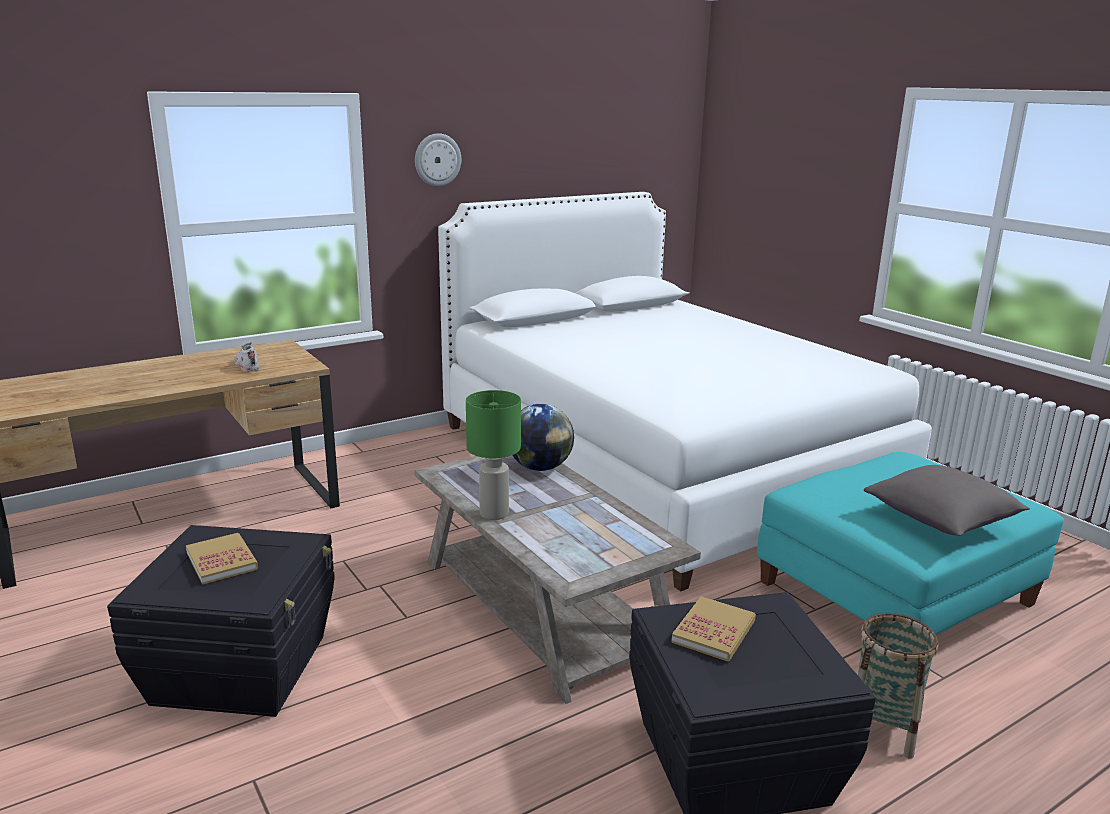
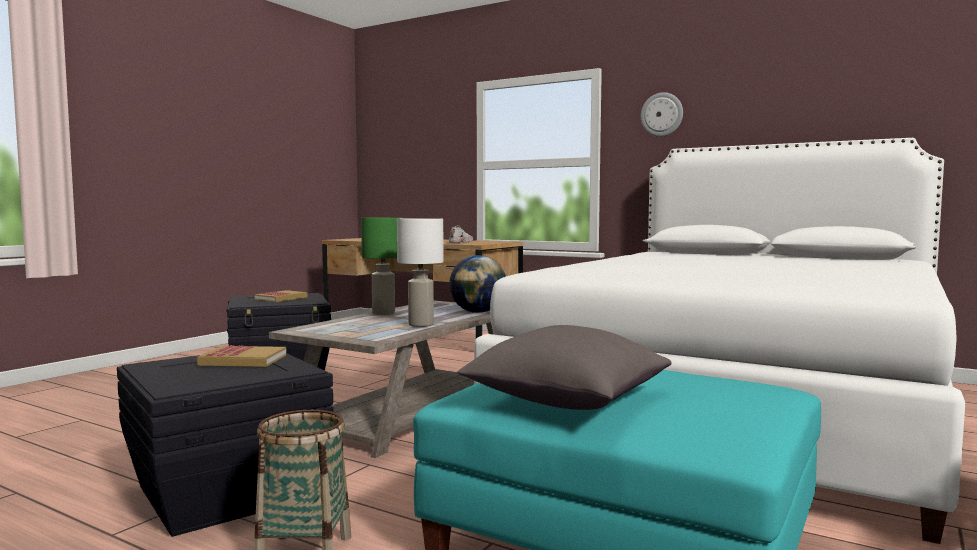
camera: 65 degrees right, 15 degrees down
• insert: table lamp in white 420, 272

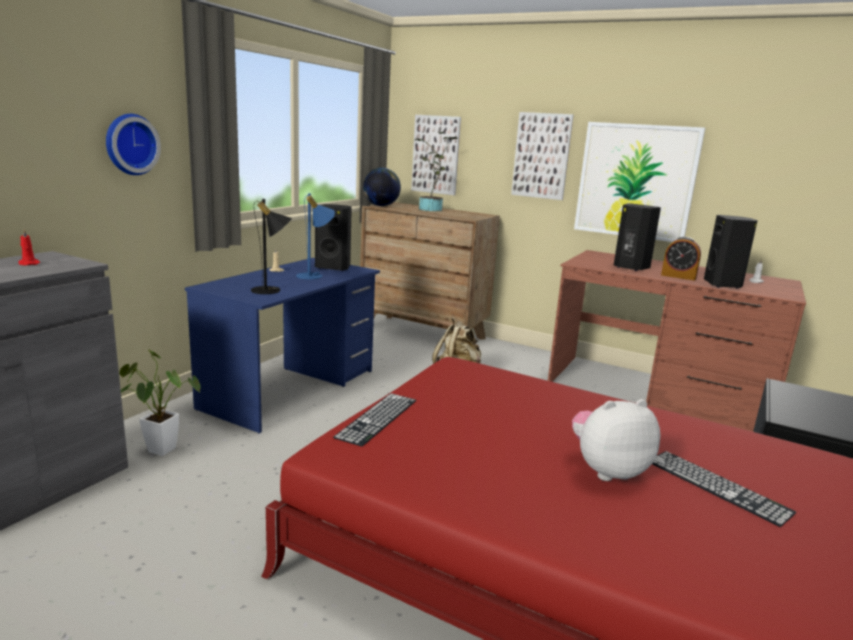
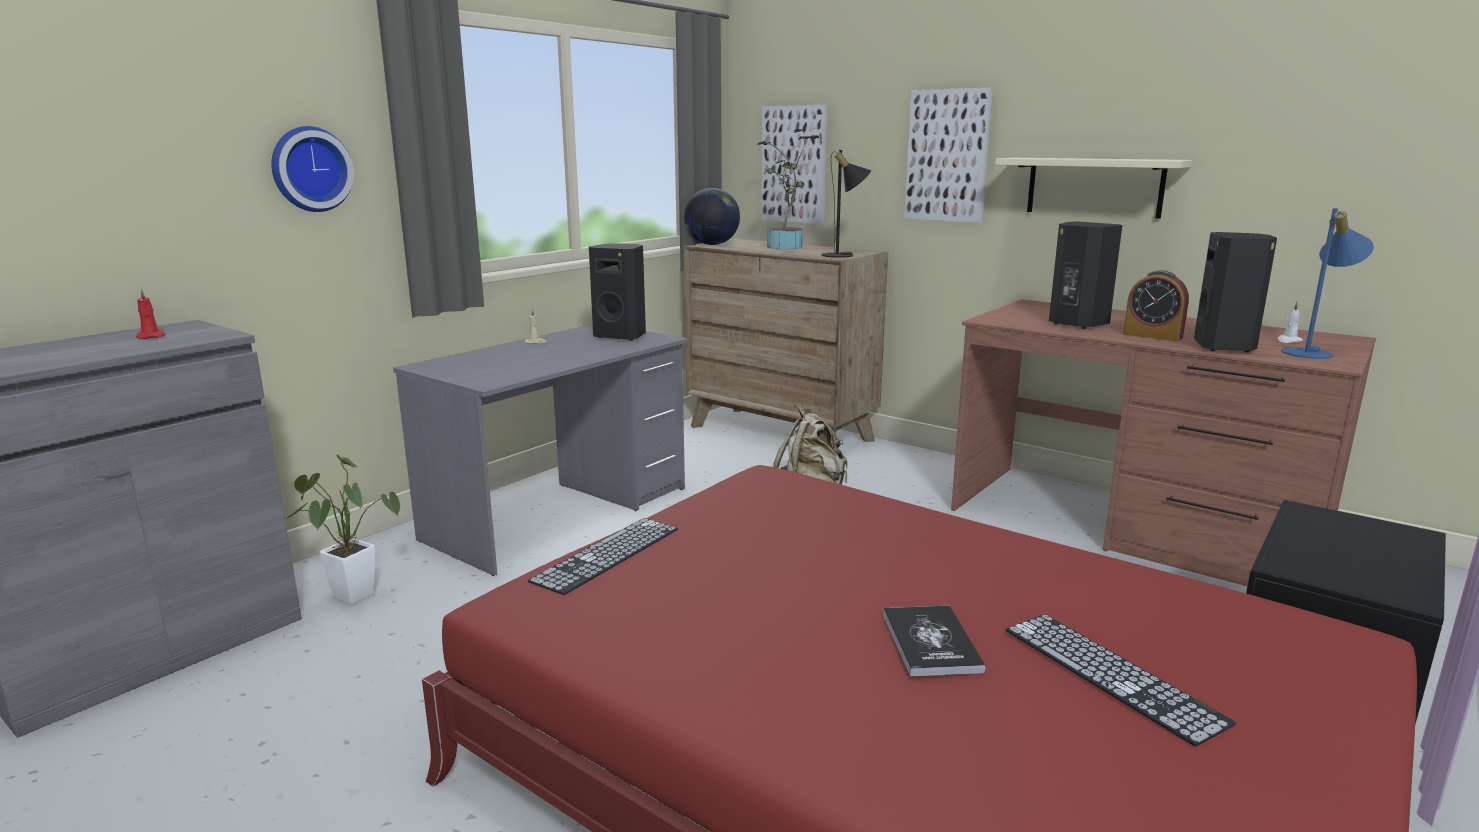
camera: 10 degrees right, 0 degrees up
• recolor: desk in blue 282, 345 to desk in grey 540, 450
• move: table lamp in black 271, 246 to 846, 204
• move: table lamp in blue 315, 236 to 1327, 283
• replace: plush toy 616, 440 to book 934, 641
• replace: picture 639, 182 to shelf in beige 1093, 188

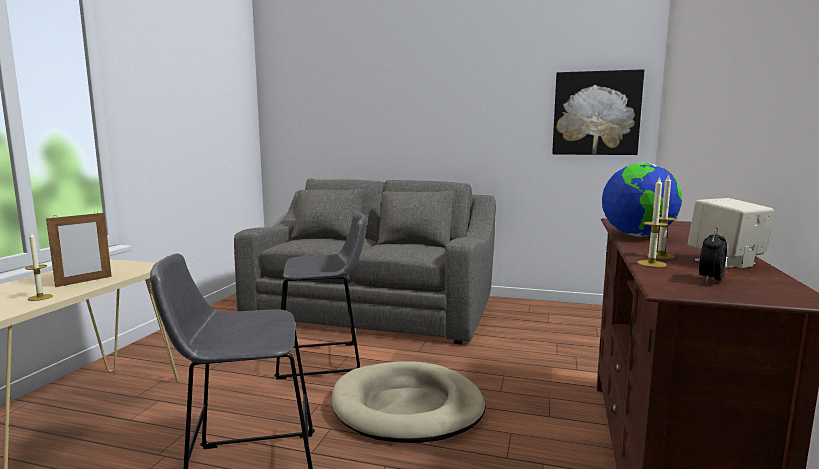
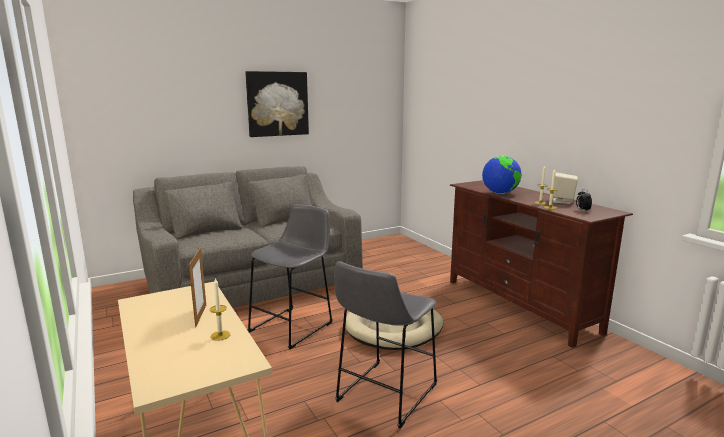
camera: 45 degrees left, 5 degrees up
• move: picture 598, 112 to 277, 104

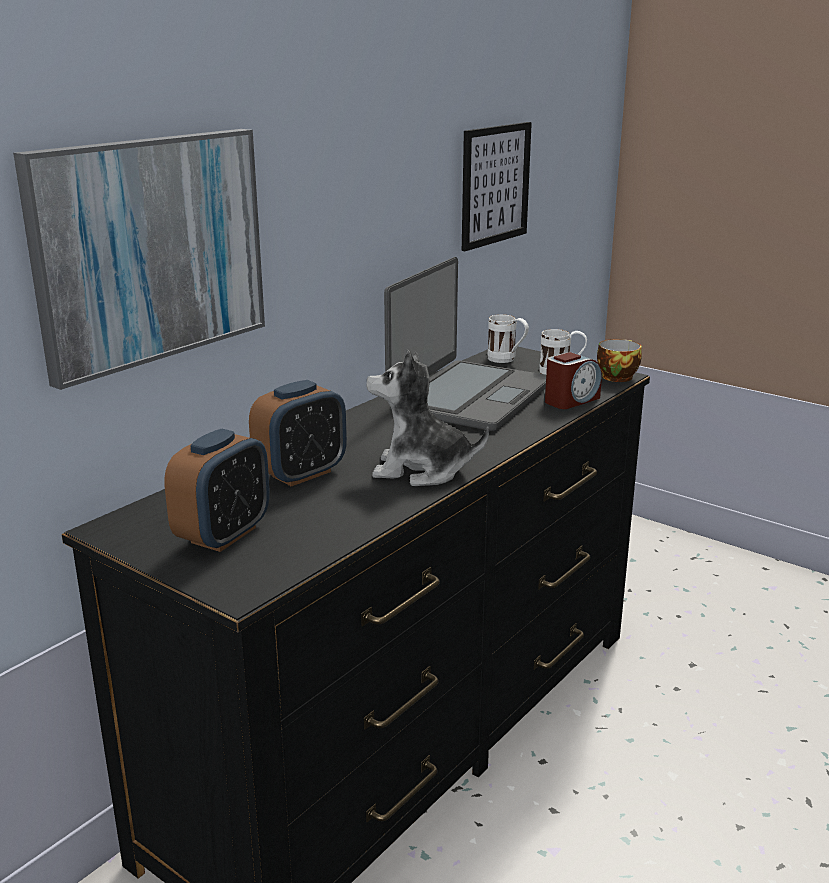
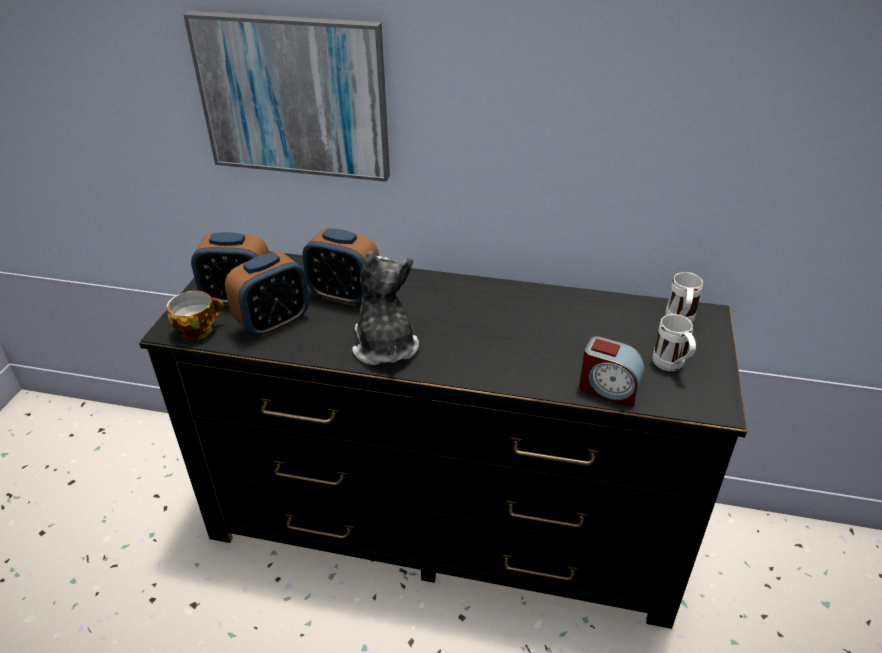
camera: 65 degrees right, 15 degrees up
• delete: laptop 465, 344
• delete: picture 497, 186
• move: cup 619, 360 to 195, 315
• insert: alarm clock 267, 294

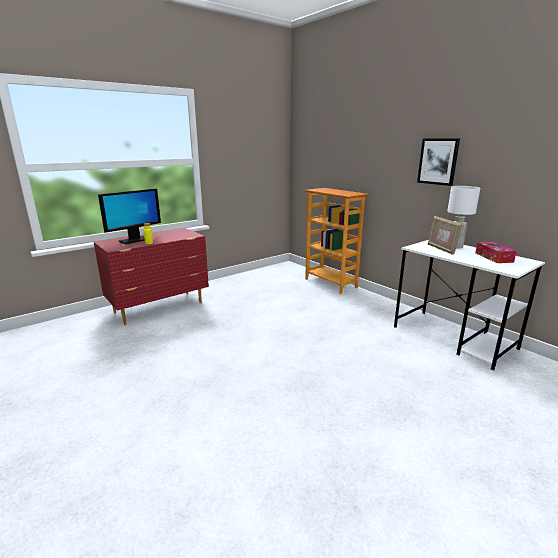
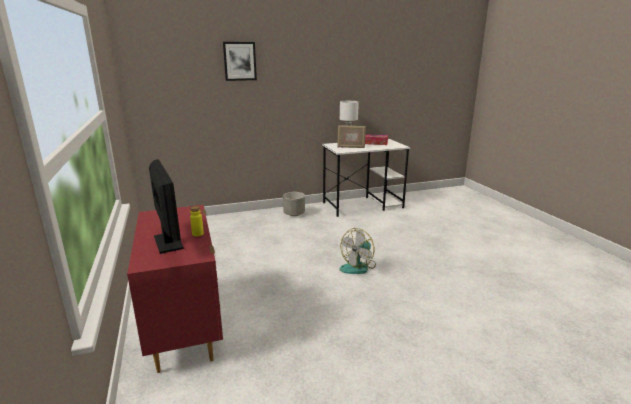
camera: 70 degrees left, 0 degrees up
• delete: bookcase 337, 241
• move: picture 438, 162 to 240, 61
• insert: planter in grey 294, 204
• insert: fan 358, 251

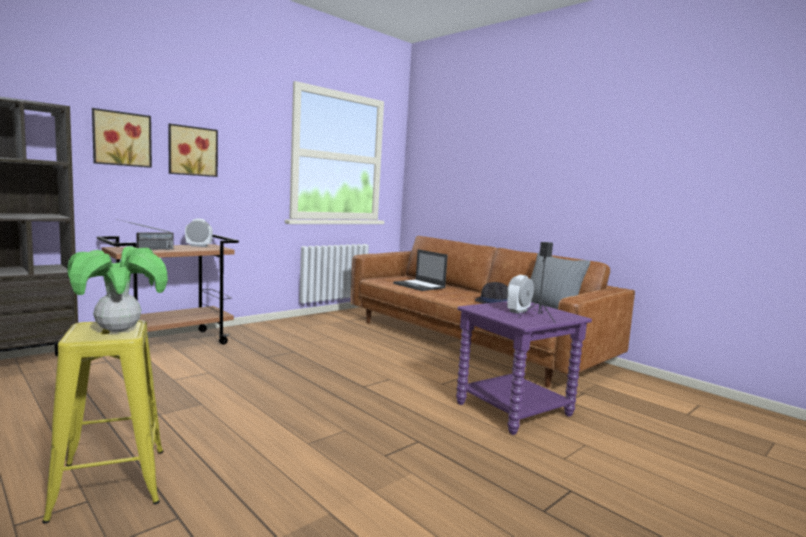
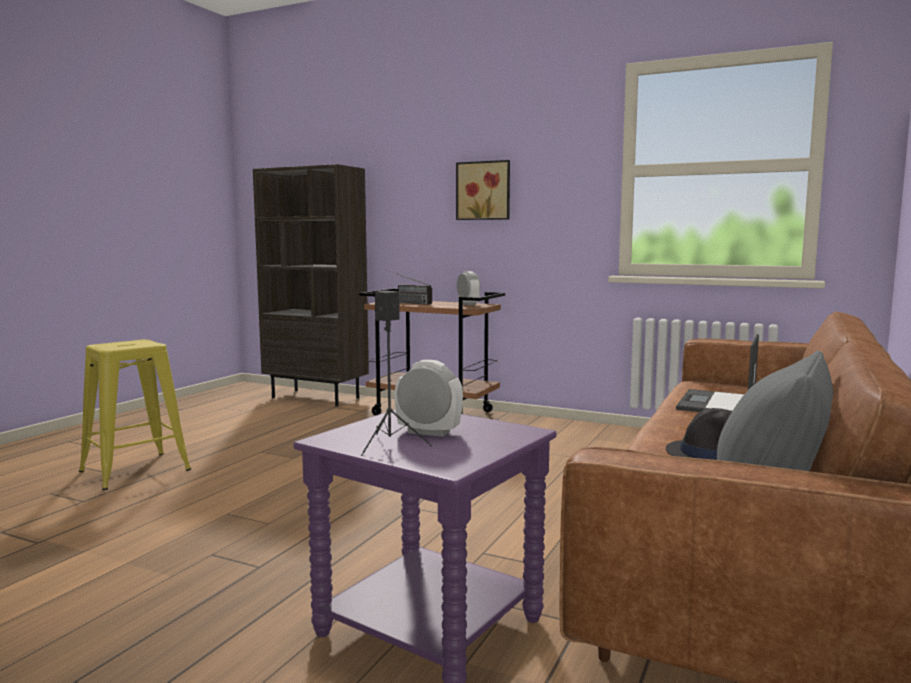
camera: 70 degrees right, 0 degrees up
• delete: potted plant 117, 289
• delete: picture 122, 138

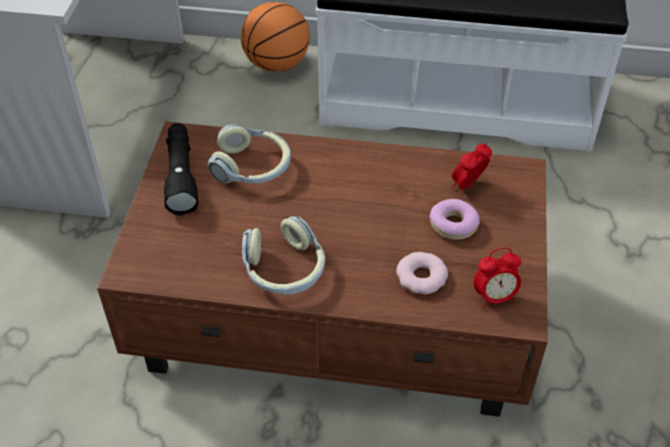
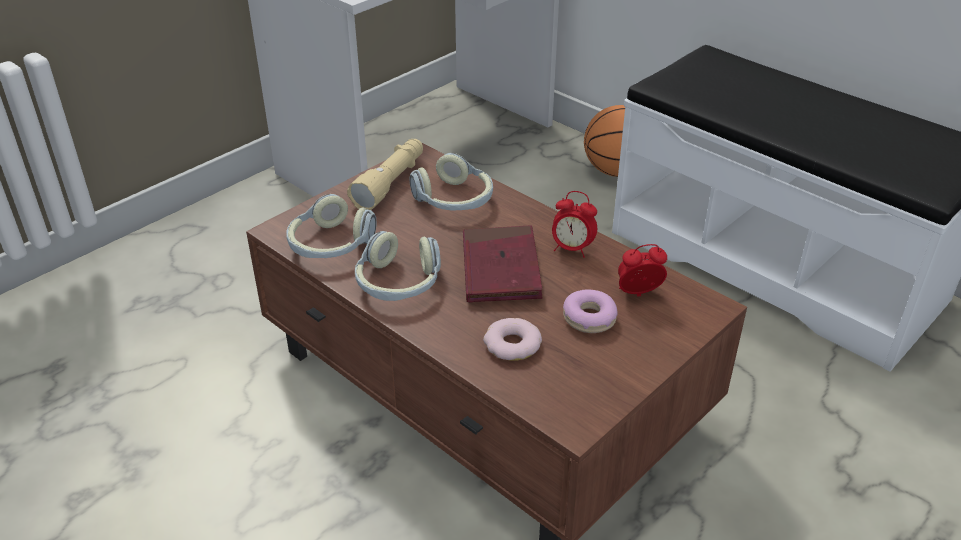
camera: 35 degrees right, 10 degrees down
• recolor: flashlight in black 181, 169 to flashlight in beige 385, 174
• move: alarm clock 497, 278 to 574, 224
• insert: headphones 331, 226
• insert: book in red 502, 264

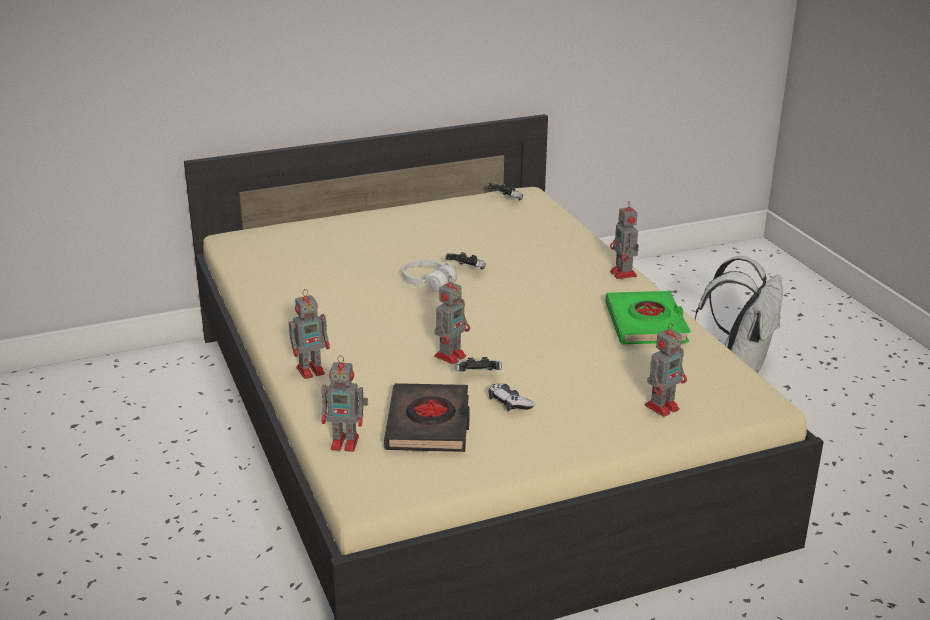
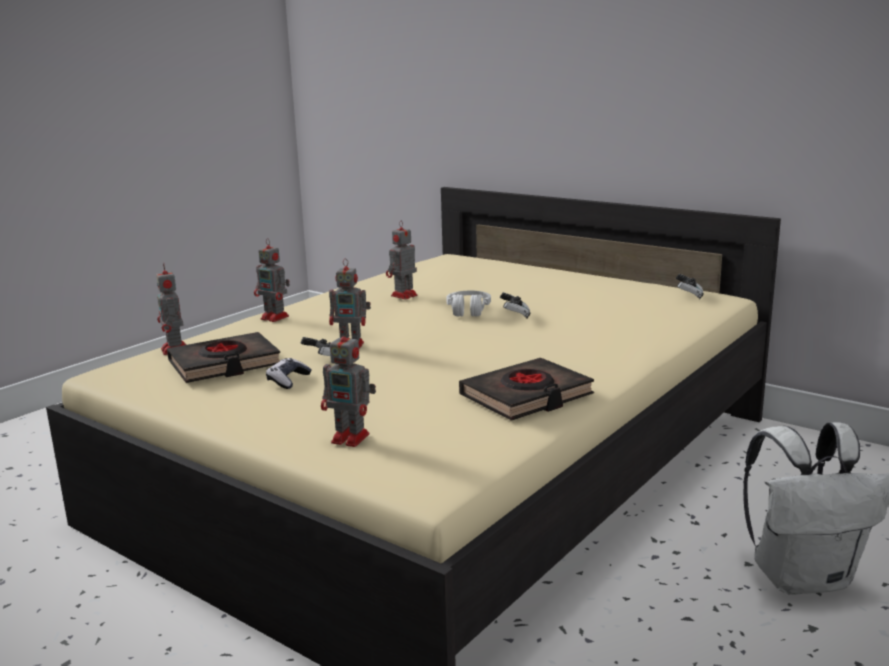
camera: 60 degrees right, 10 degrees down
• recolor: book in green 647, 317 to book in black 526, 389
• move: toy robot 624, 240 to 402, 260

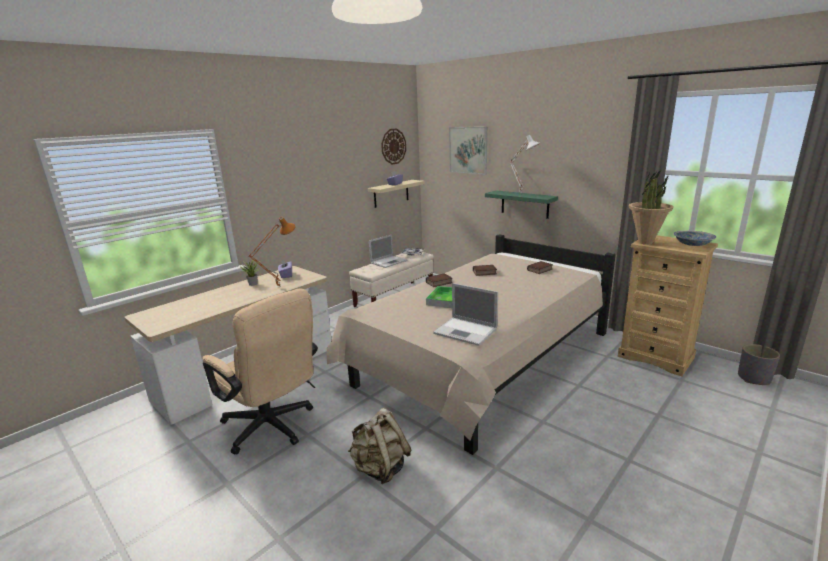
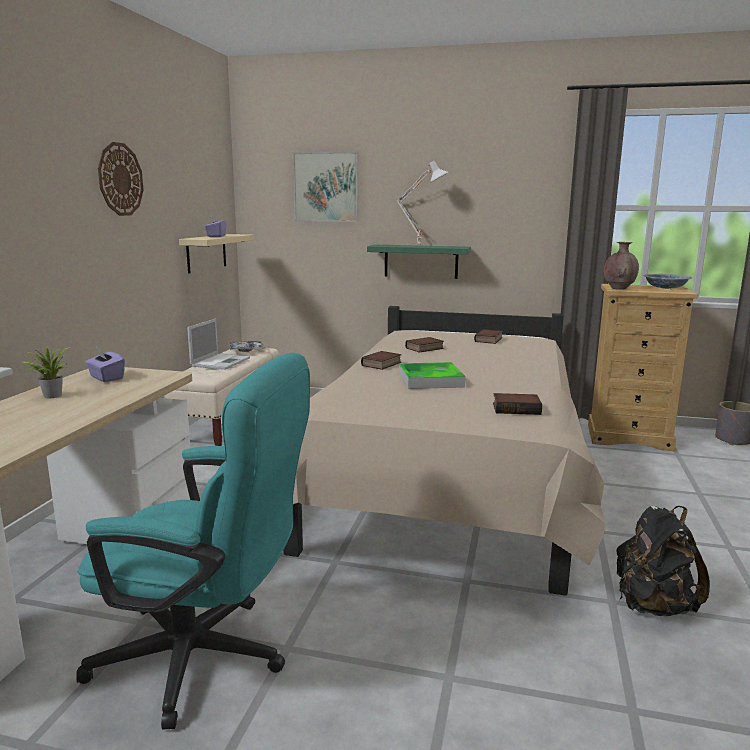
camera: 30 degrees left, 5 degrees down
• recolor: office chair in beige 260, 372 to office chair in turquoise 193, 541
• delete: table lamp in orange 272, 251
• delete: backpack in beige 379, 446
• move: wall clock 393, 146 to 120, 179
• replace: laptop 465, 314 to book 517, 404
• replace: potted plant 651, 207 to vase in brown 621, 266
• insert: backpack in black 663, 560

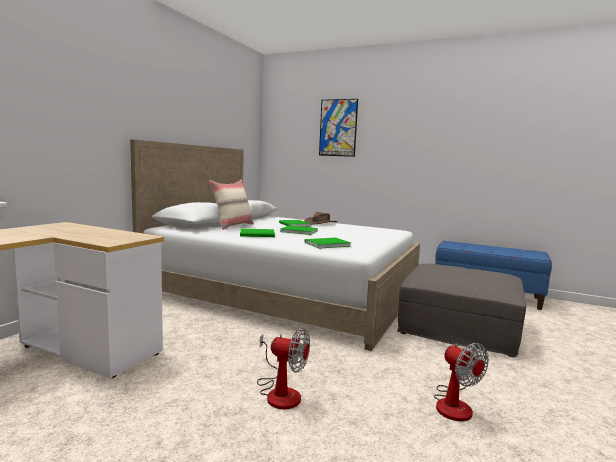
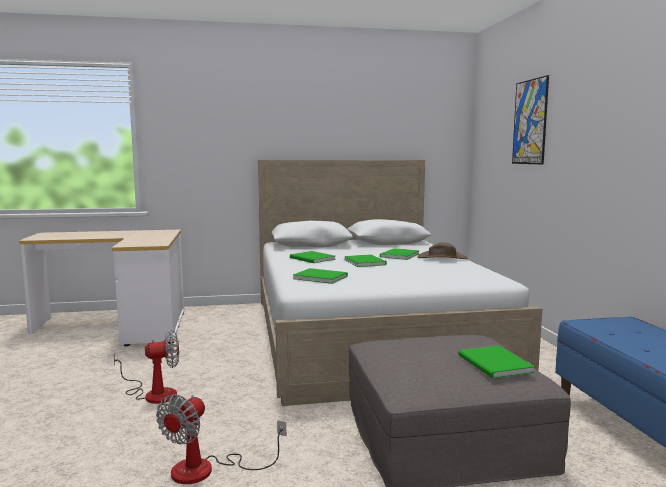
camera: 55 degrees right, 0 degrees up
• delete: pillow in beige 231, 205
• rotate: fan 283, 368 = 146, 367 90 degrees counterclockwise
• insert: book in green 497, 362

